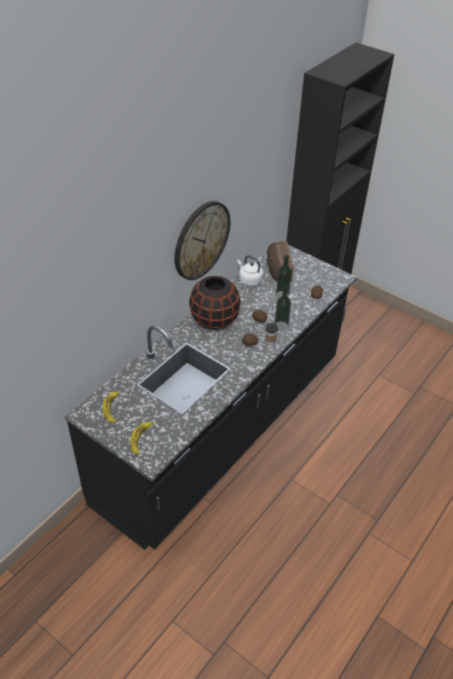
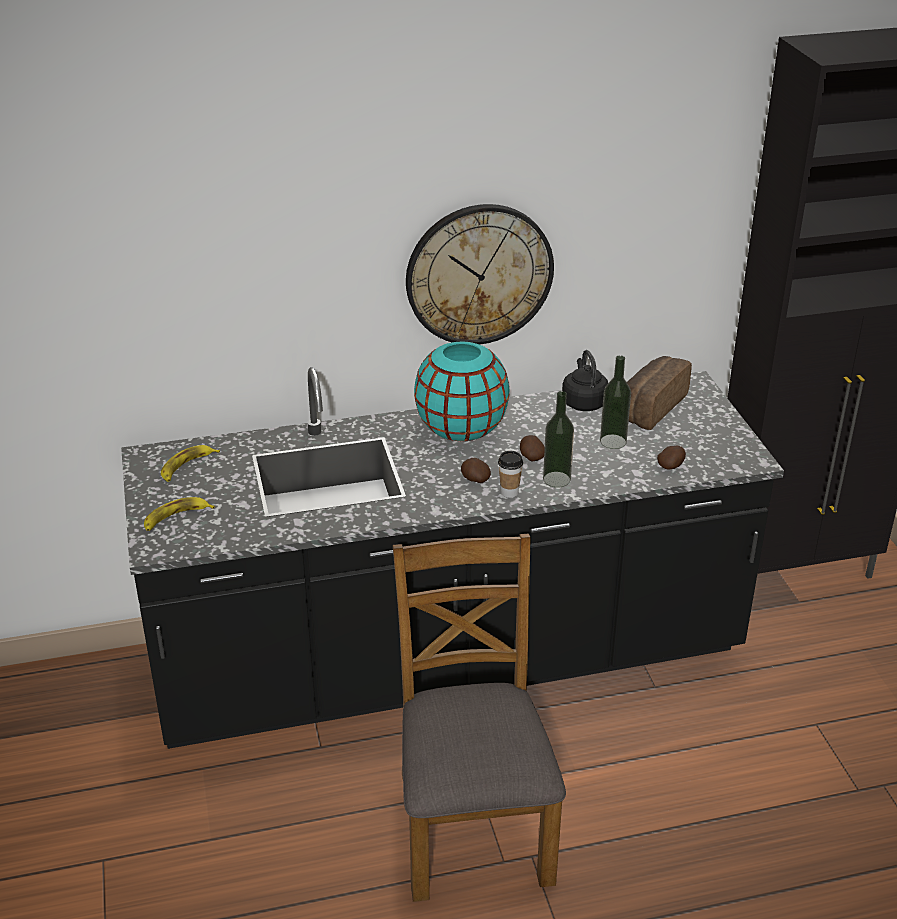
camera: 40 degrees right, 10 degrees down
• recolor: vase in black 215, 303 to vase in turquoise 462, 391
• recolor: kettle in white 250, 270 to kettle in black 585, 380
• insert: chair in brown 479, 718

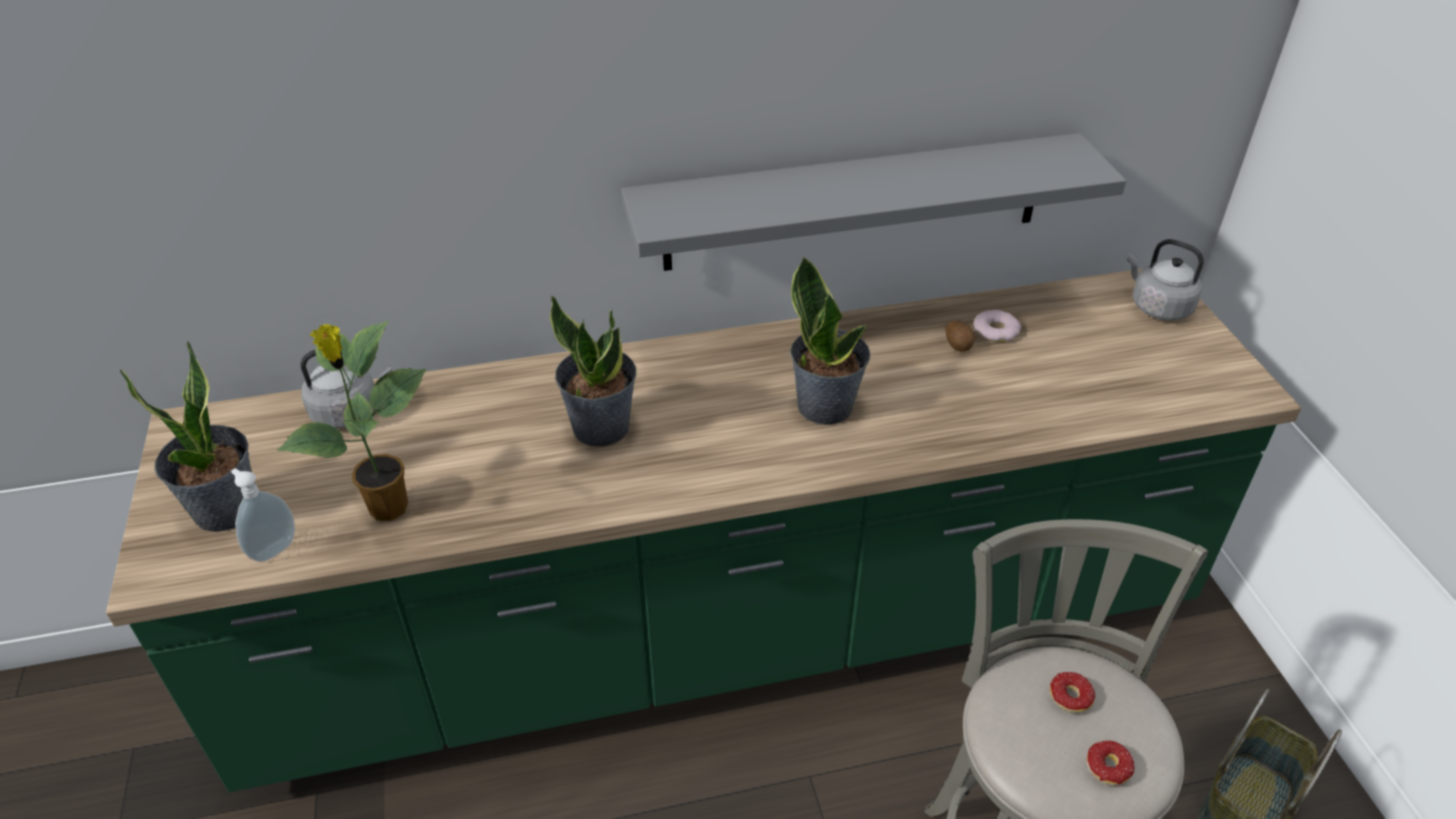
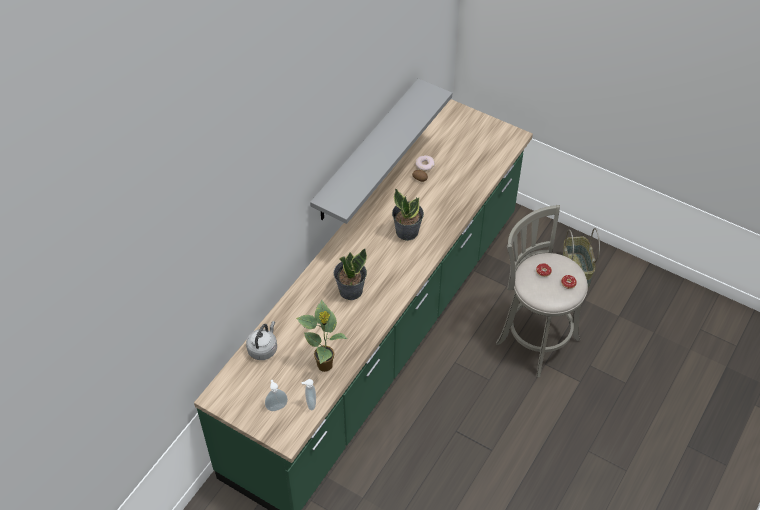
camera: 45 degrees left, 10 degrees up
• replace: potted plant 186, 436 to soap dispenser 276, 395
• delete: kettle in grey 1165, 279

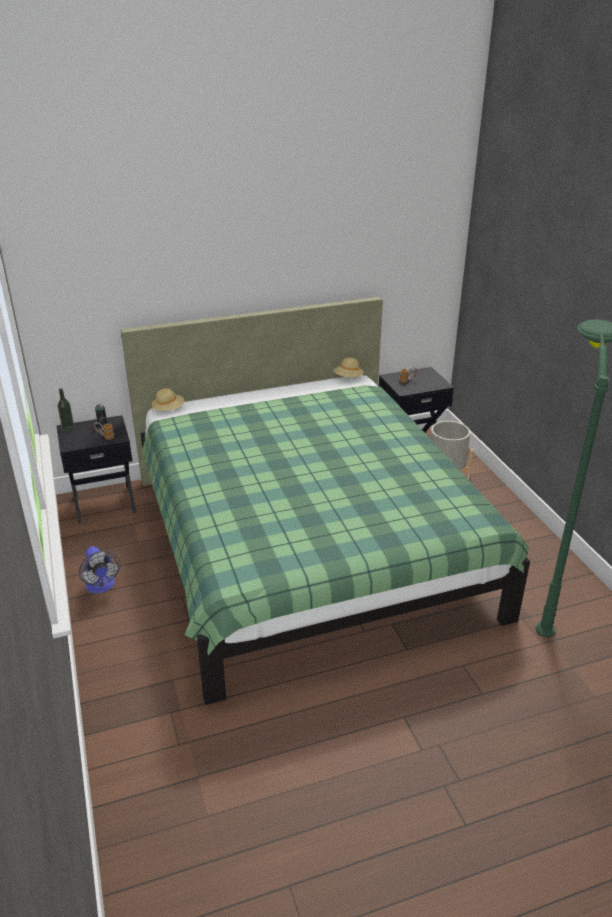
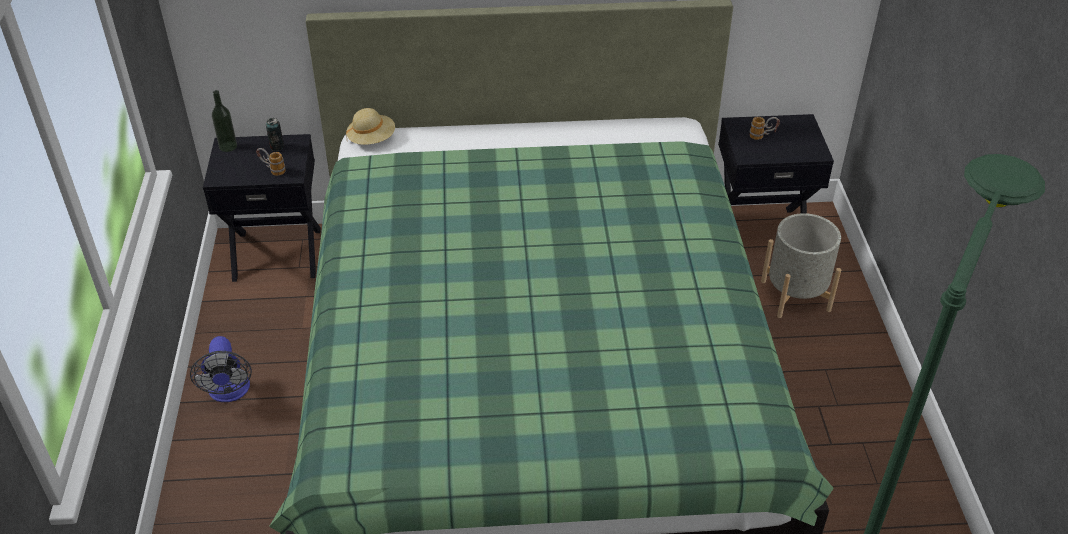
camera: 15 degrees right, 10 degrees up
• delete: hat in beige 348, 367

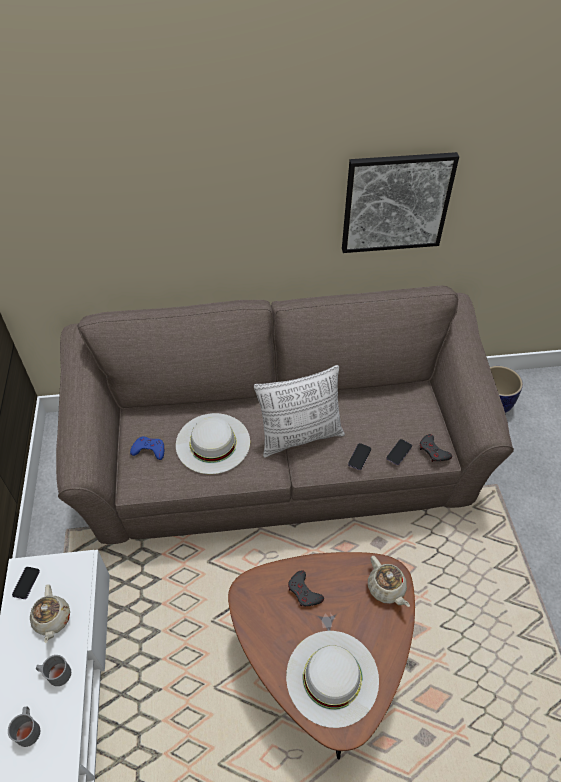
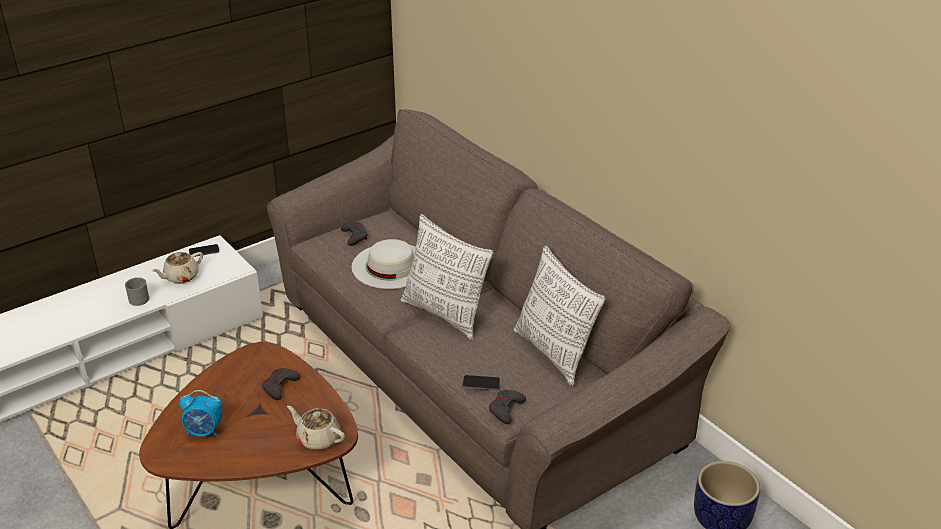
camera: 60 degrees right, 15 degrees down
• delete: mug in grey 24, 727
• recolor: game controller in blue 147, 448 to game controller in grey 354, 234
• replace: hat in white 332, 679 to alarm clock 200, 413
• delete: picture 400, 202
• delete: phone 359, 456
• rotate: teapot in beige 389, 581 = 316, 428 90 degrees clockwise
• insert: pillow 560, 315

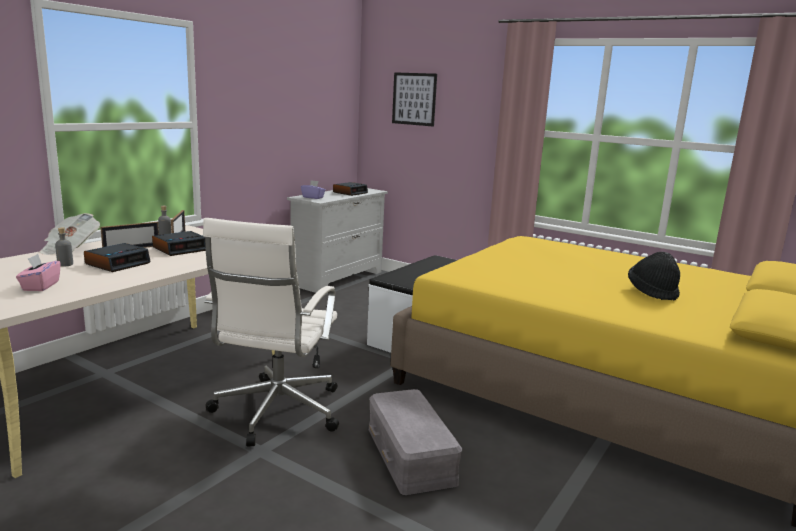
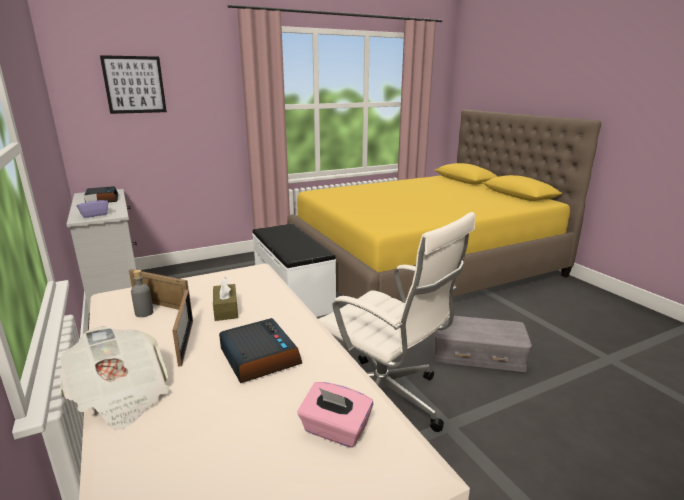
camera: 60 degrees left, 5 degrees up
• delete: bottle in grey 64, 247
• replace: alarm clock 179, 243 to tissue box in brown 225, 299
• delete: hat in black 654, 276

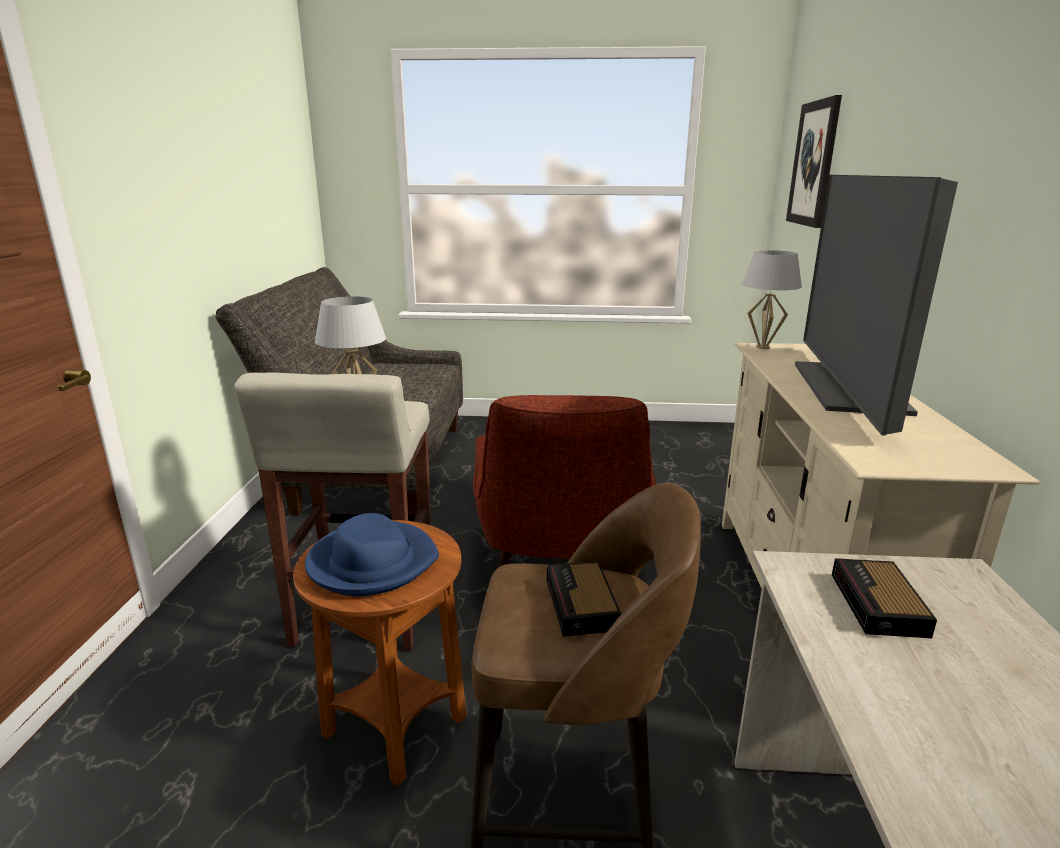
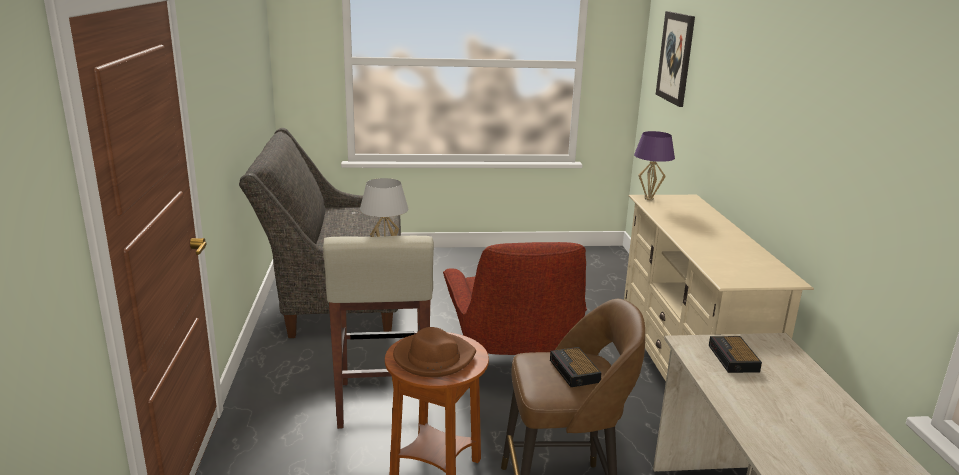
camera: 10 degrees left, 0 degrees up
• recolor: hat in blue 372, 554 to hat in brown 434, 352
• recolor: table lamp in white 772, 299 to table lamp in purple 654, 165
• delete: television 876, 305

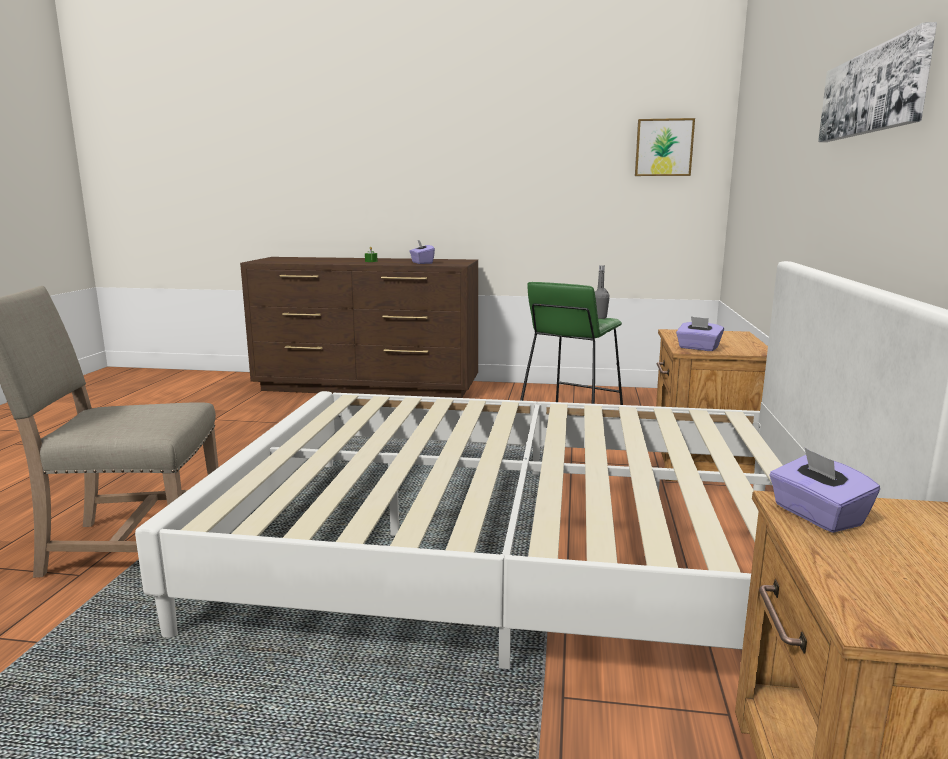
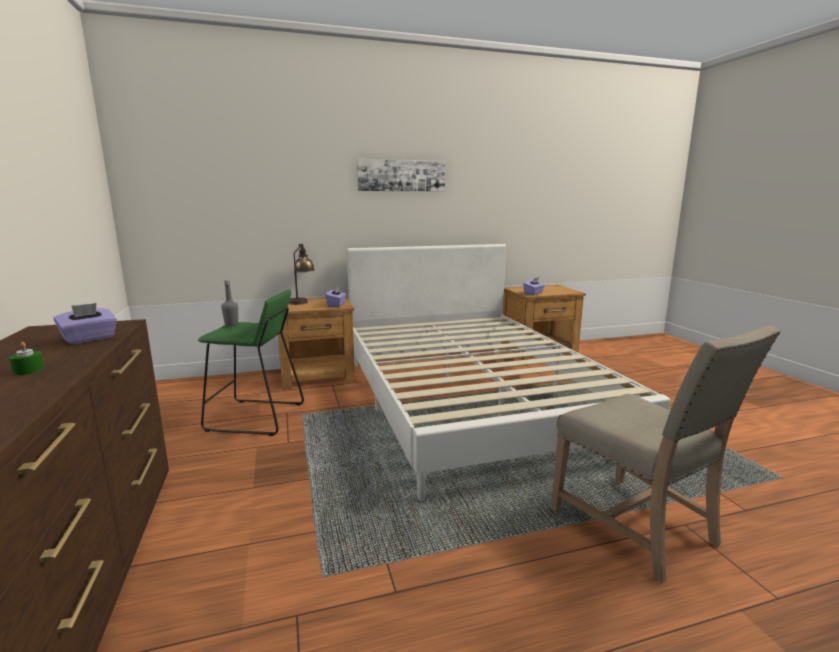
camera: 115 degrees left, 0 degrees up
• delete: picture 665, 147
• insert: table lamp 302, 274

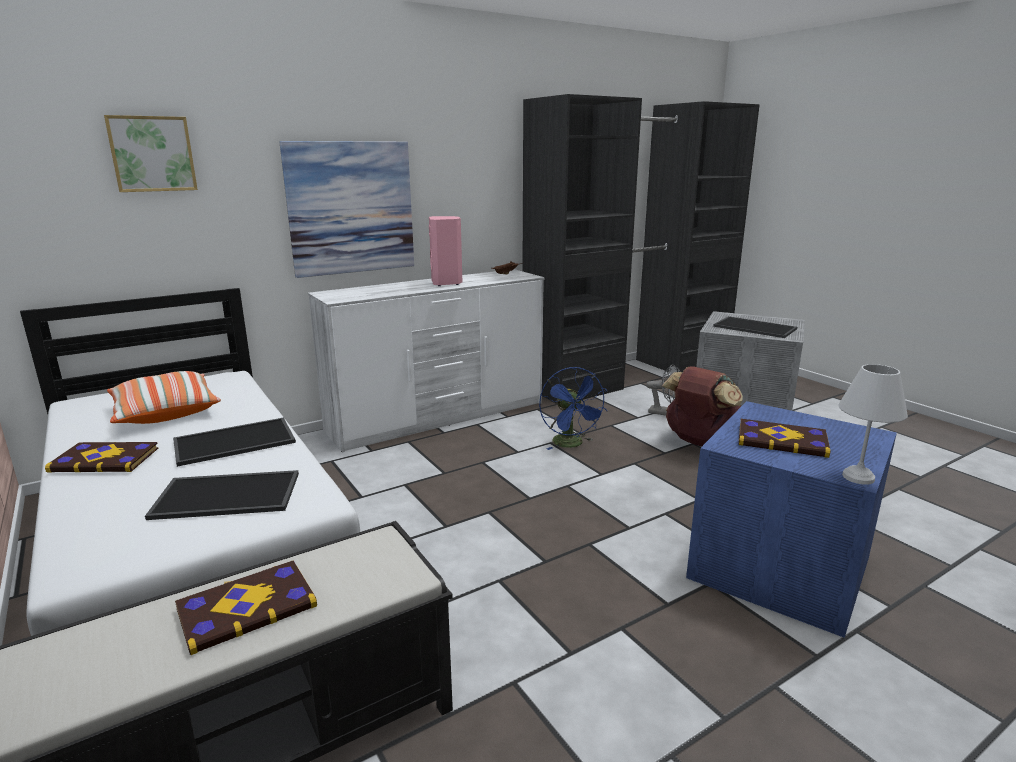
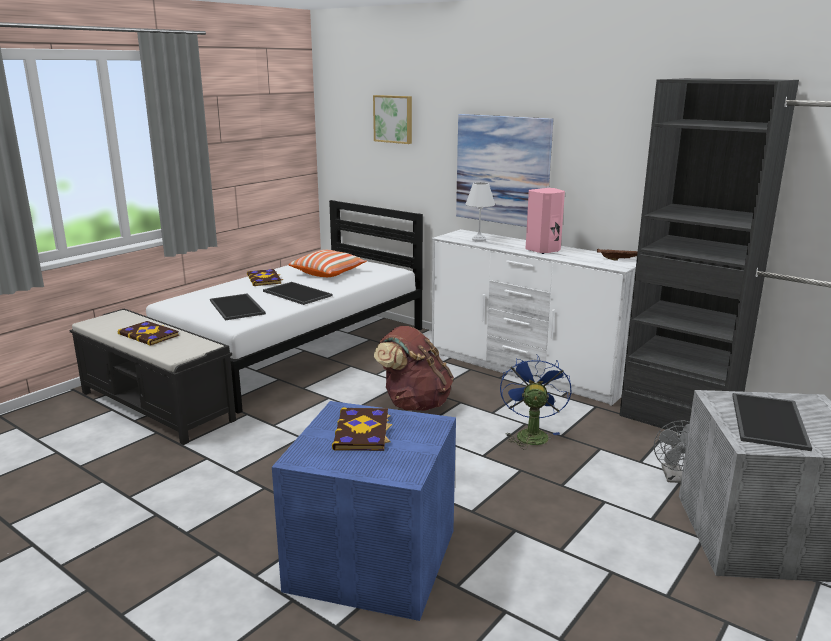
camera: 70 degrees right, 0 degrees up
• rotate: fan in blue 573, 408 = 536, 402 135 degrees clockwise
• move: backpack in brown 702, 406 to 414, 368
• move: table lamp in white 873, 424 to 480, 212

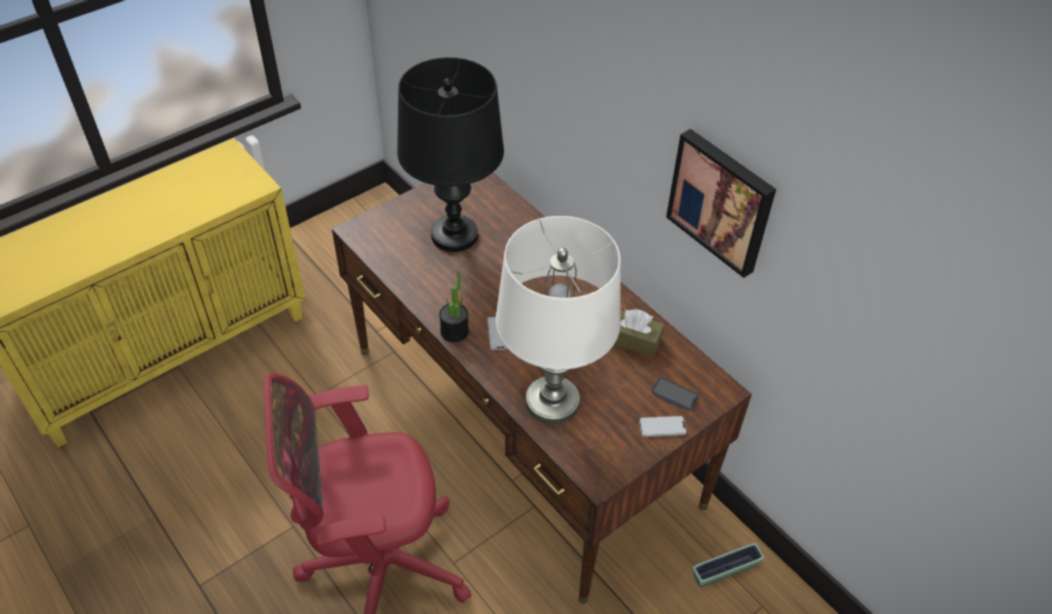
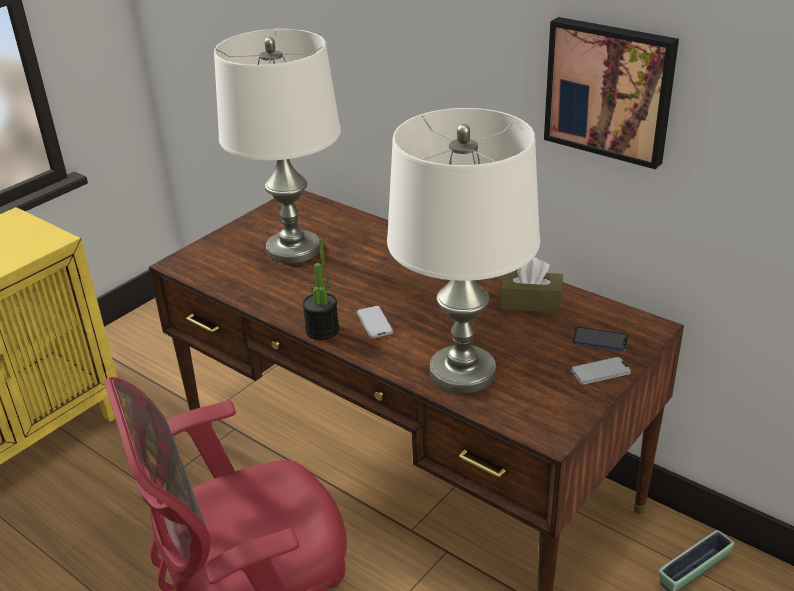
camera: 10 degrees left, 15 degrees down
• recolor: table lamp in black 450, 154 to table lamp in white 277, 146

